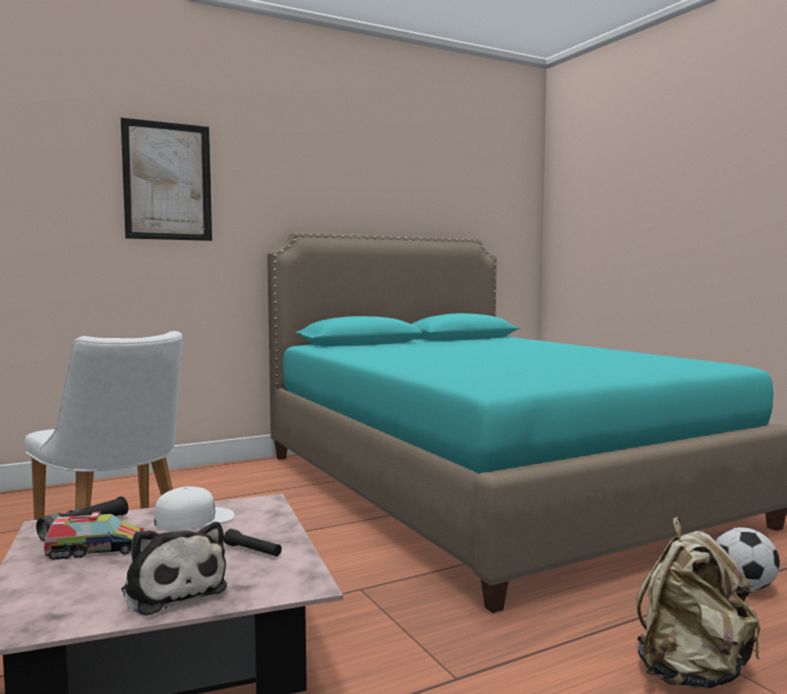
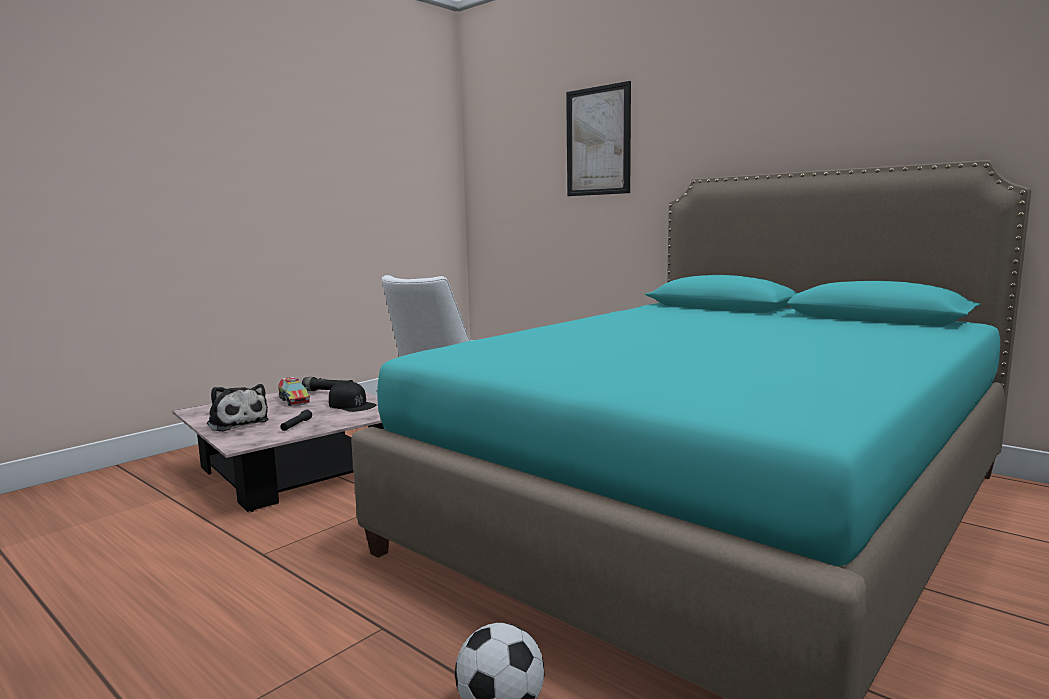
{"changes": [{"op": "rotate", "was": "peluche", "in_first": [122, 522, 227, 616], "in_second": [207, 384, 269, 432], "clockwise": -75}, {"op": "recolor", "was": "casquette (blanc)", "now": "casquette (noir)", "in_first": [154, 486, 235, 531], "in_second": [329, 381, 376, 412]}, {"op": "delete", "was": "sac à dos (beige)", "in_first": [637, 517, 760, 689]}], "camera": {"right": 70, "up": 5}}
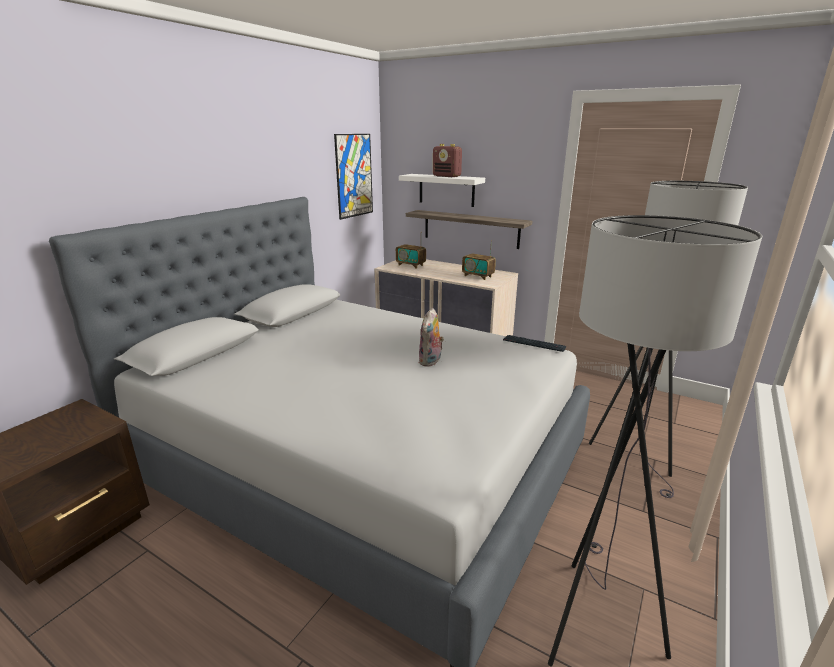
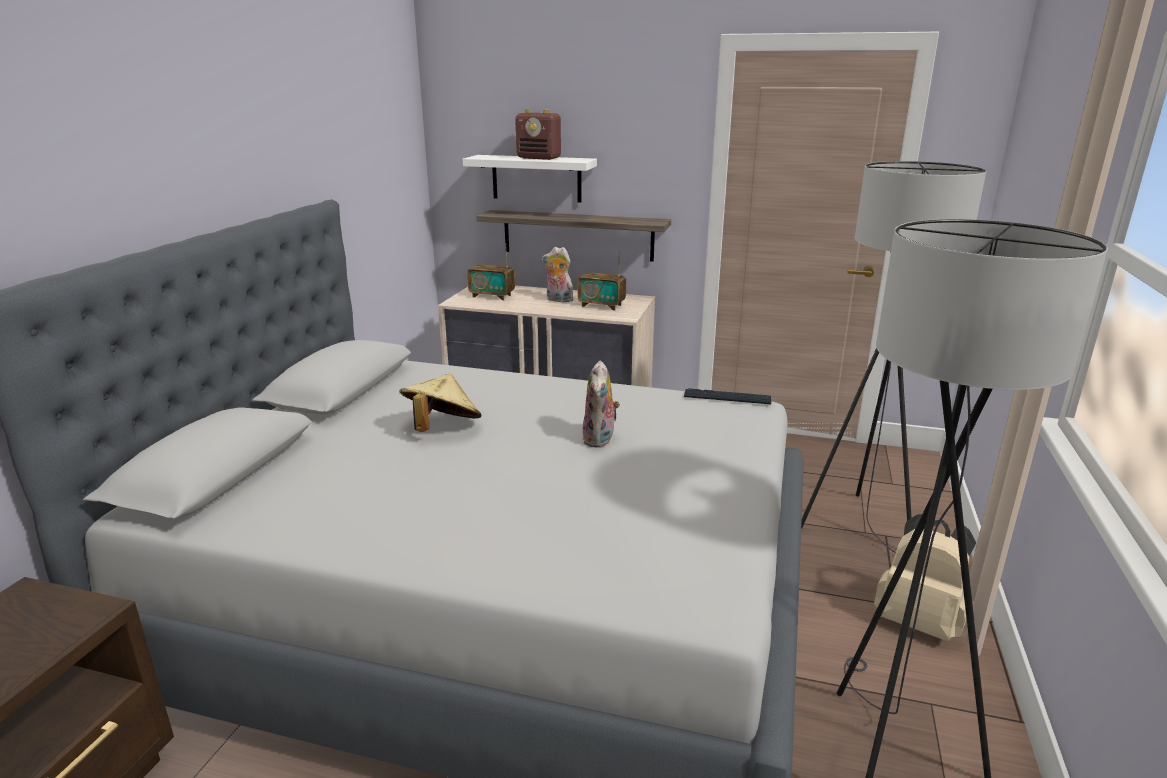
{"changes": [{"op": "delete", "was": "tableau", "in_first": [334, 134, 373, 220]}, {"op": "insert", "now": "chapeau (beige)", "in_second": [399, 374, 481, 432]}, {"op": "insert", "now": "peluche", "in_second": [542, 247, 575, 302]}, {"op": "insert", "now": "sac à dos (beige)", "in_second": [874, 514, 976, 641]}], "camera": {"right": -15, "up": 0}}
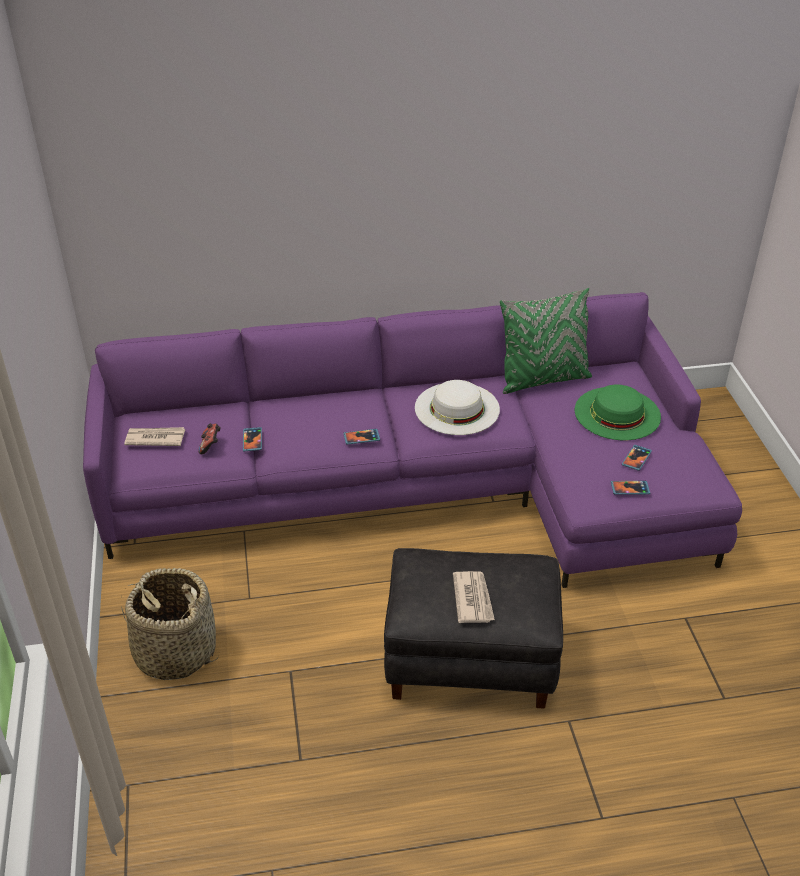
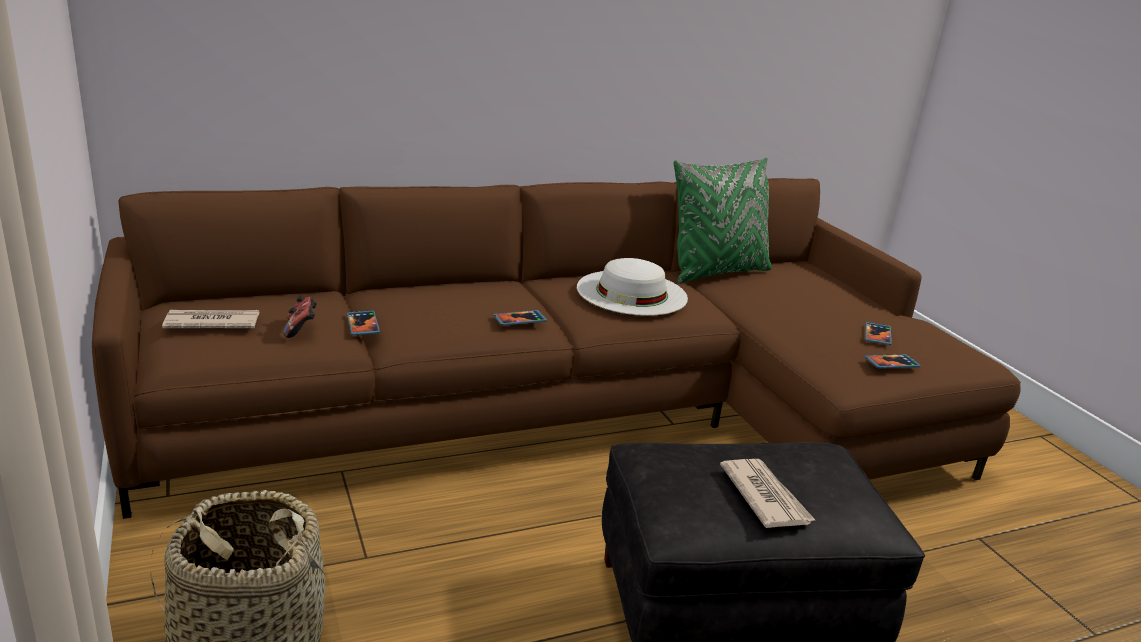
{"changes": [{"op": "recolor", "was": "canapé (violet)", "now": "canapé (marron)", "in_first": [83, 292, 742, 588], "in_second": [92, 178, 1021, 519]}, {"op": "delete", "was": "chapeau (vert)", "in_first": [575, 385, 661, 440]}], "camera": {"right": -15, "up": -15}}
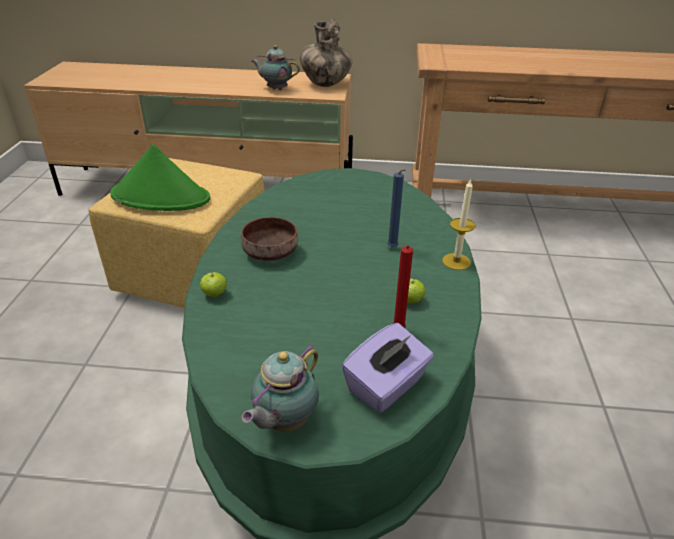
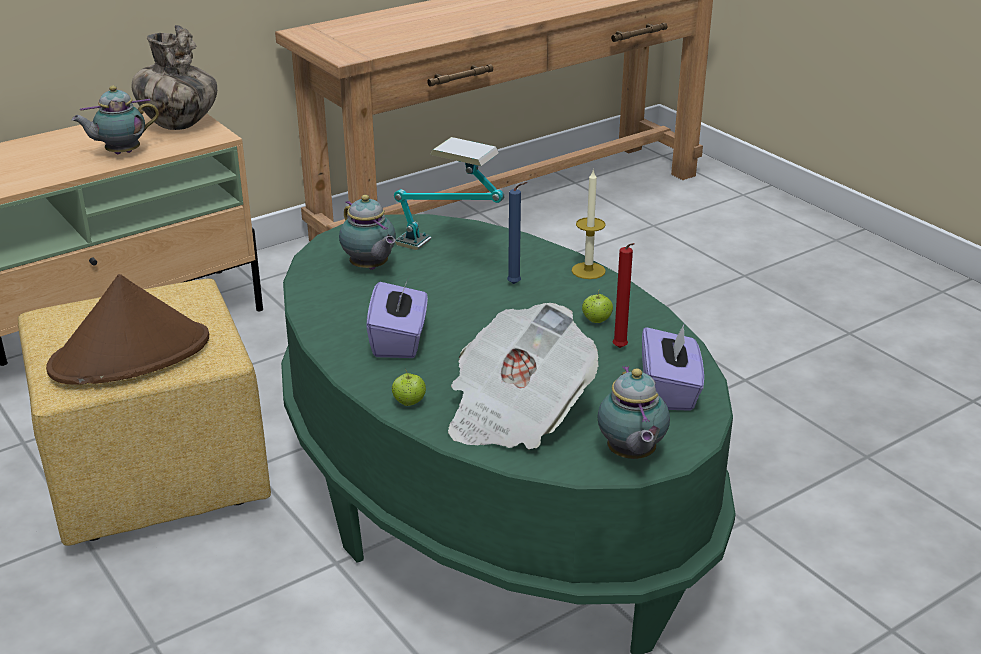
{"changes": [{"op": "recolor", "was": "chapeau (vert)", "now": "chapeau (marron)", "in_first": [110, 144, 210, 211], "in_second": [46, 274, 209, 384]}, {"op": "replace", "was": "bol (marron)", "now": "boîte à mouchoirs (violet)", "in_first": [241, 217, 298, 261], "in_second": [366, 277, 428, 358]}, {"op": "insert", "now": "théière", "in_second": [339, 195, 396, 270]}, {"op": "insert", "now": "lampe de table", "in_second": [394, 137, 504, 250]}, {"op": "insert", "now": "journal", "in_second": [448, 303, 599, 449]}], "camera": {"right": -40, "up": -5}}
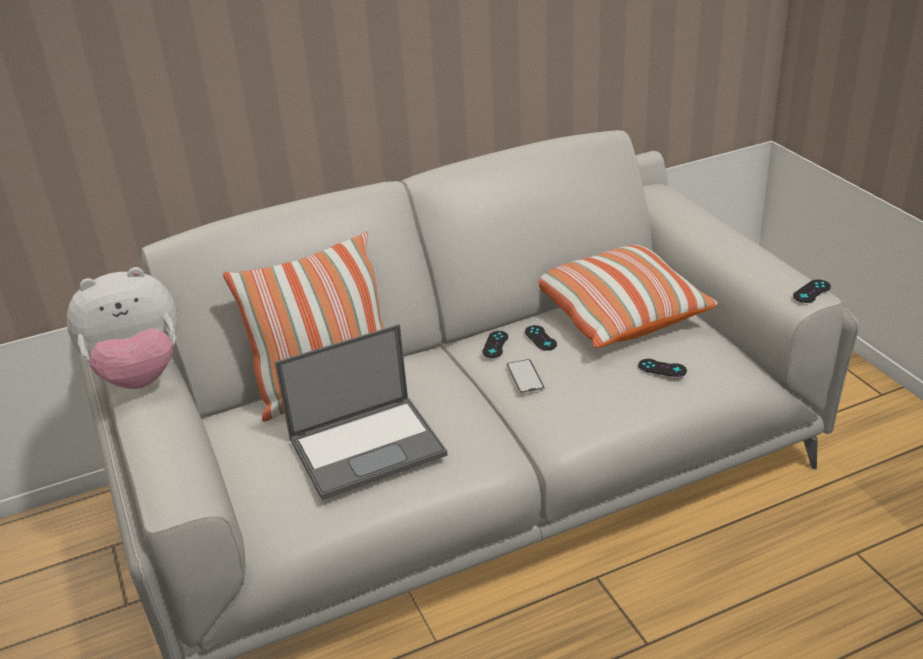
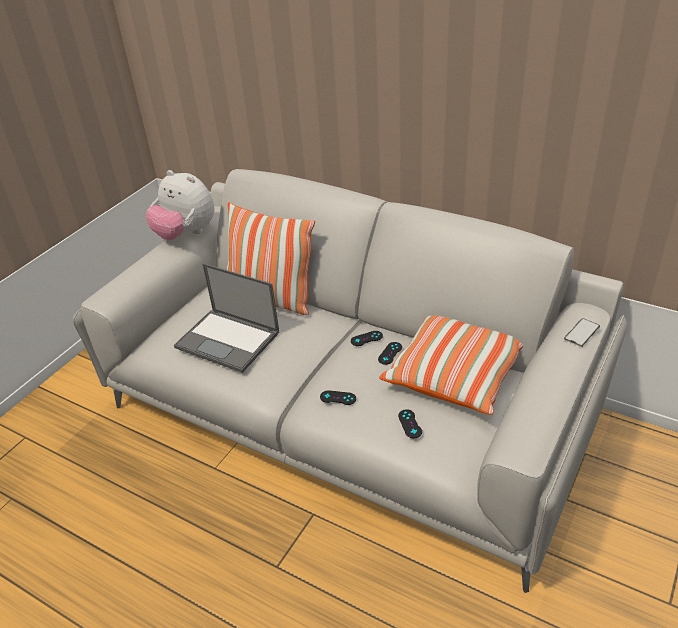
{"changes": [{"op": "move", "was": "téléphone", "in_first": [507, 359, 544, 393], "in_second": [564, 318, 600, 347]}, {"op": "move", "was": "manette (noir)", "in_first": [793, 280, 831, 303], "in_second": [320, 390, 356, 405]}], "camera": {"right": 55, "up": 5}}
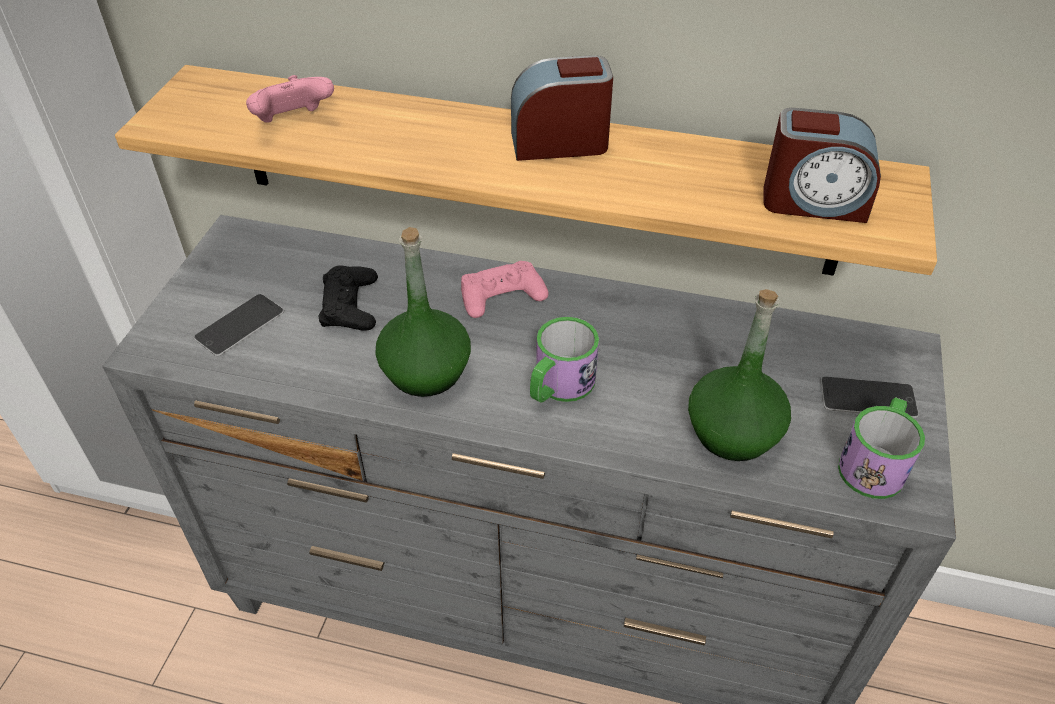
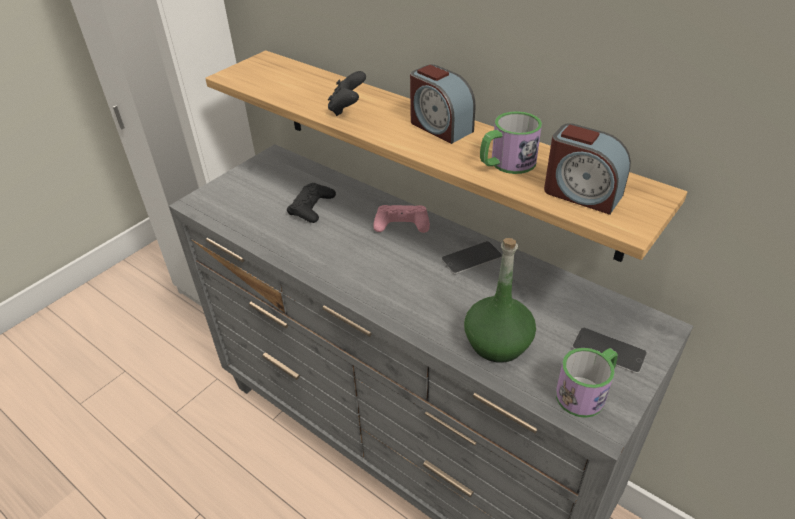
{"changes": [{"op": "move", "was": "téléphone", "in_first": [194, 294, 284, 356], "in_second": [441, 241, 502, 274]}, {"op": "delete", "was": "manette (rose)", "in_first": [246, 75, 334, 123]}, {"op": "delete", "was": "bouteille (vert)", "in_first": [375, 227, 471, 397]}, {"op": "rotate", "was": "réveil", "in_first": [511, 55, 613, 161], "in_second": [410, 65, 476, 144], "clockwise": -150}, {"op": "move", "was": "mug", "in_first": [530, 317, 599, 403], "in_second": [480, 111, 542, 174]}, {"op": "insert", "now": "manette (noir)", "in_second": [328, 71, 366, 116]}], "camera": {"right": 25, "up": -5}}
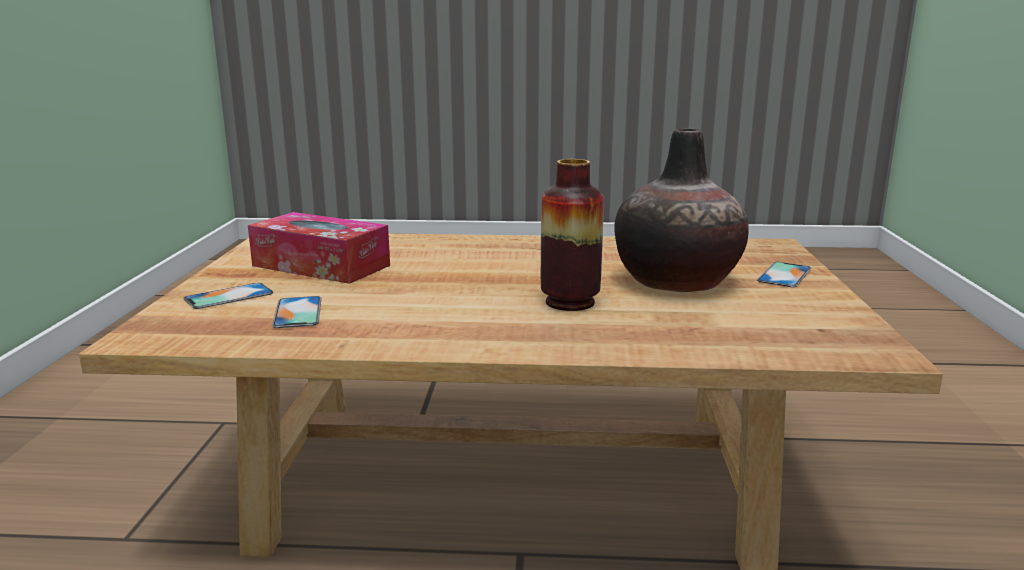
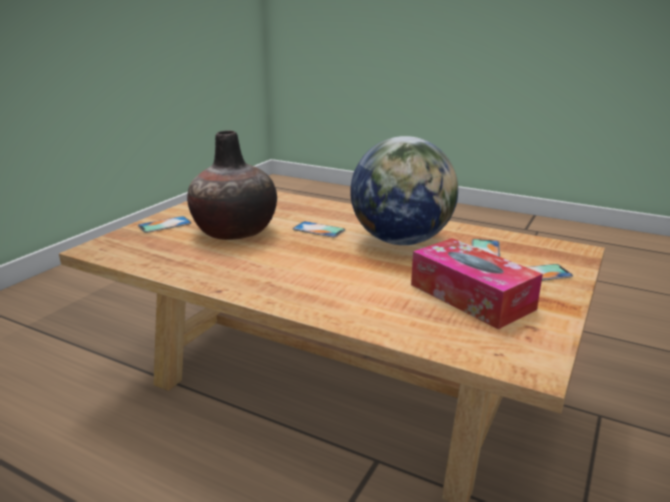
{"changes": [{"op": "replace", "was": "vase", "now": "téléphone", "in_first": [541, 159, 604, 311], "in_second": [292, 221, 345, 238]}, {"op": "insert", "now": "globe", "in_second": [350, 136, 458, 245]}], "camera": {"right": -155, "up": 5}}
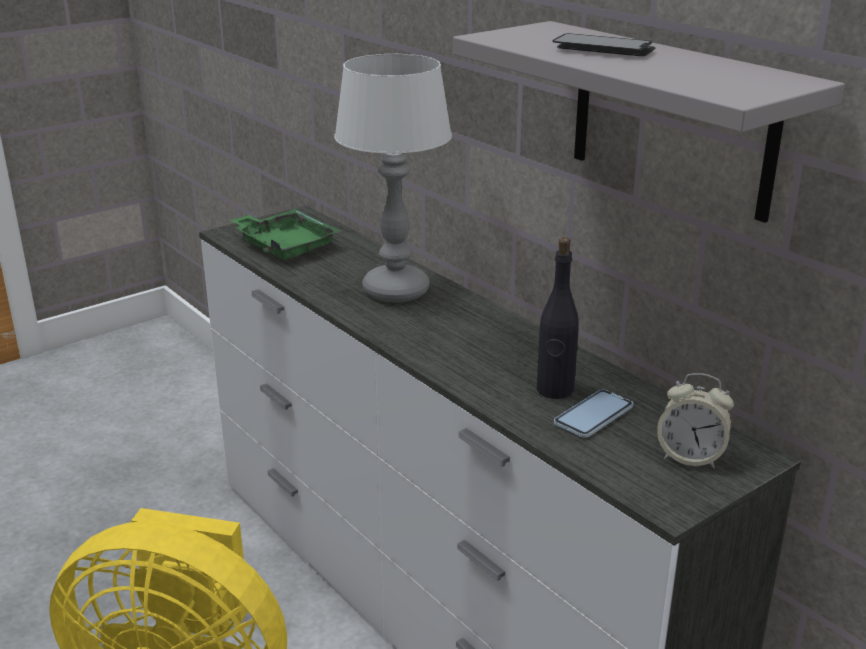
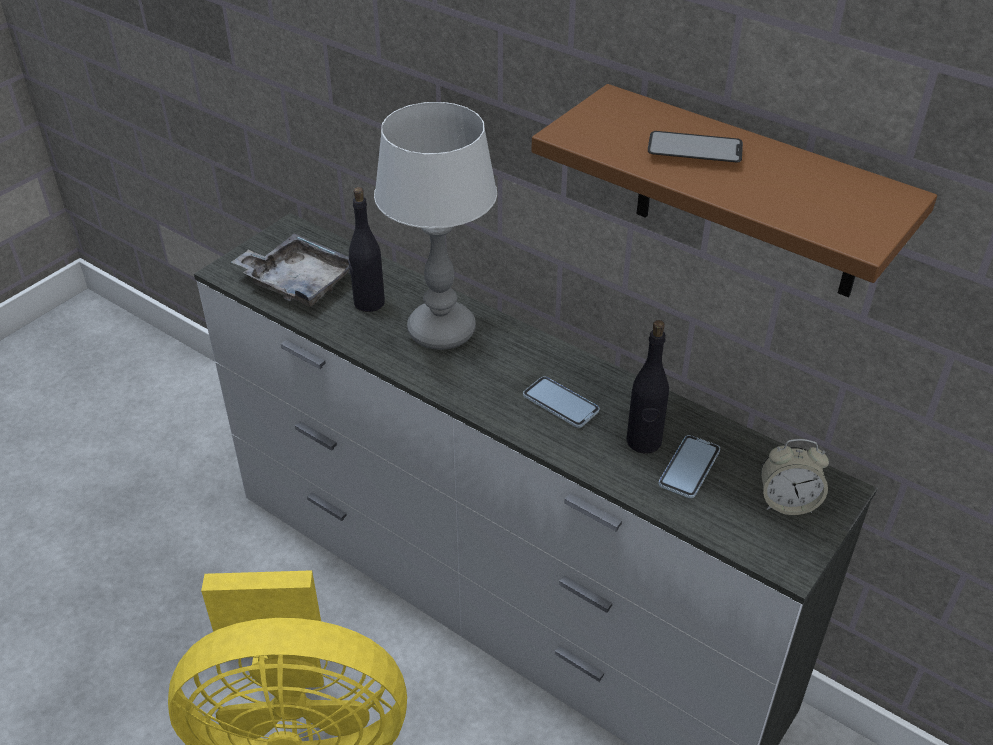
{"changes": [{"op": "recolor", "was": "plateau (vert)", "now": "plateau (gris)", "in_first": [230, 209, 340, 260], "in_second": [231, 233, 349, 307]}, {"op": "recolor", "was": "étagère (gris)", "now": "étagère (marron)", "in_first": [453, 21, 845, 223], "in_second": [531, 84, 937, 297]}, {"op": "insert", "now": "bouteille (noir)", "in_second": [348, 187, 385, 312]}, {"op": "insert", "now": "téléphone", "in_second": [523, 376, 599, 428]}], "camera": {"right": -15, "up": 15}}
